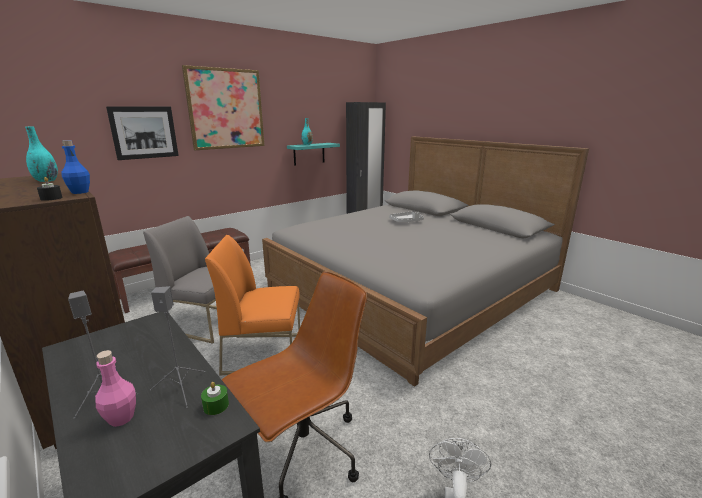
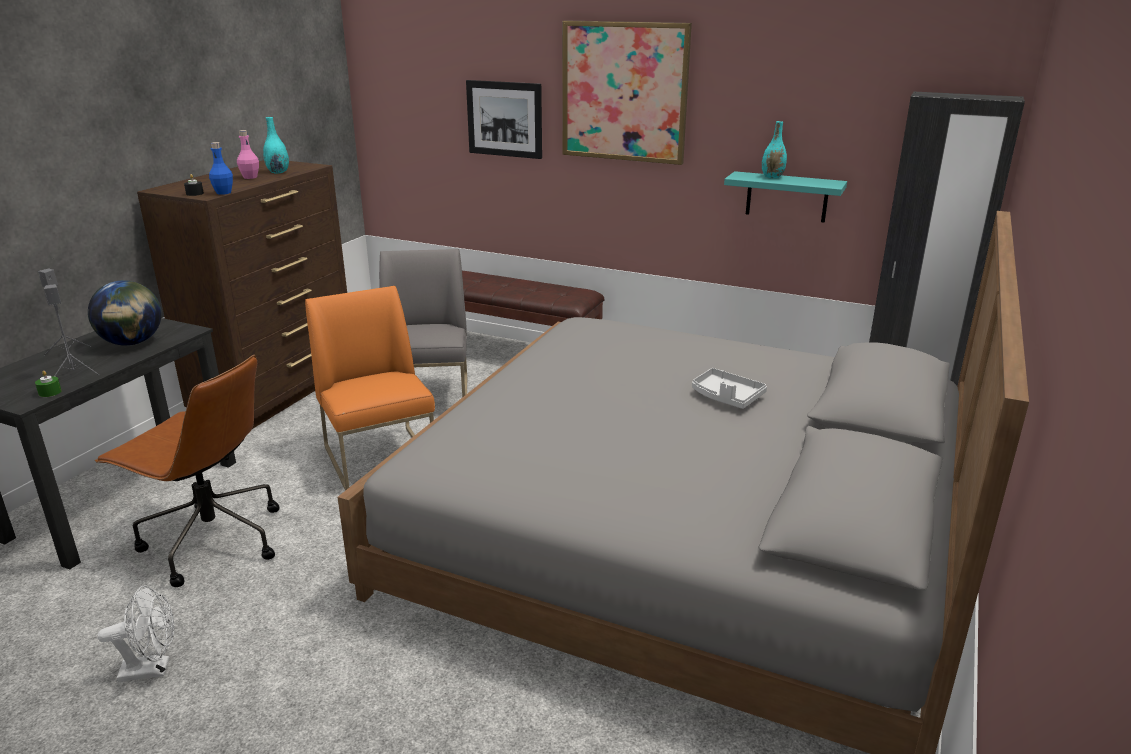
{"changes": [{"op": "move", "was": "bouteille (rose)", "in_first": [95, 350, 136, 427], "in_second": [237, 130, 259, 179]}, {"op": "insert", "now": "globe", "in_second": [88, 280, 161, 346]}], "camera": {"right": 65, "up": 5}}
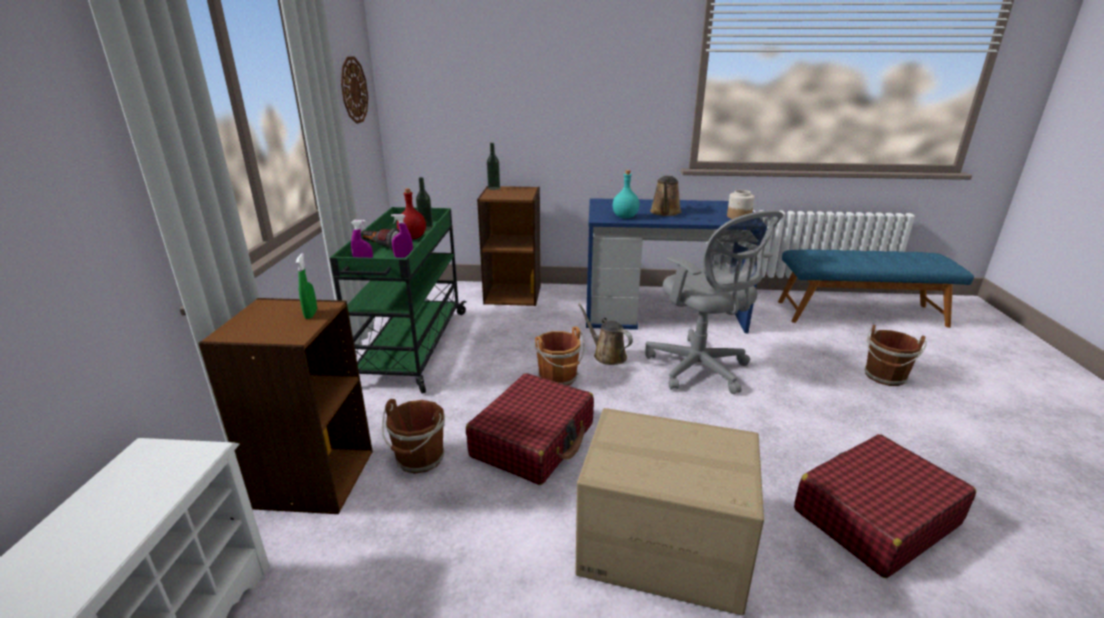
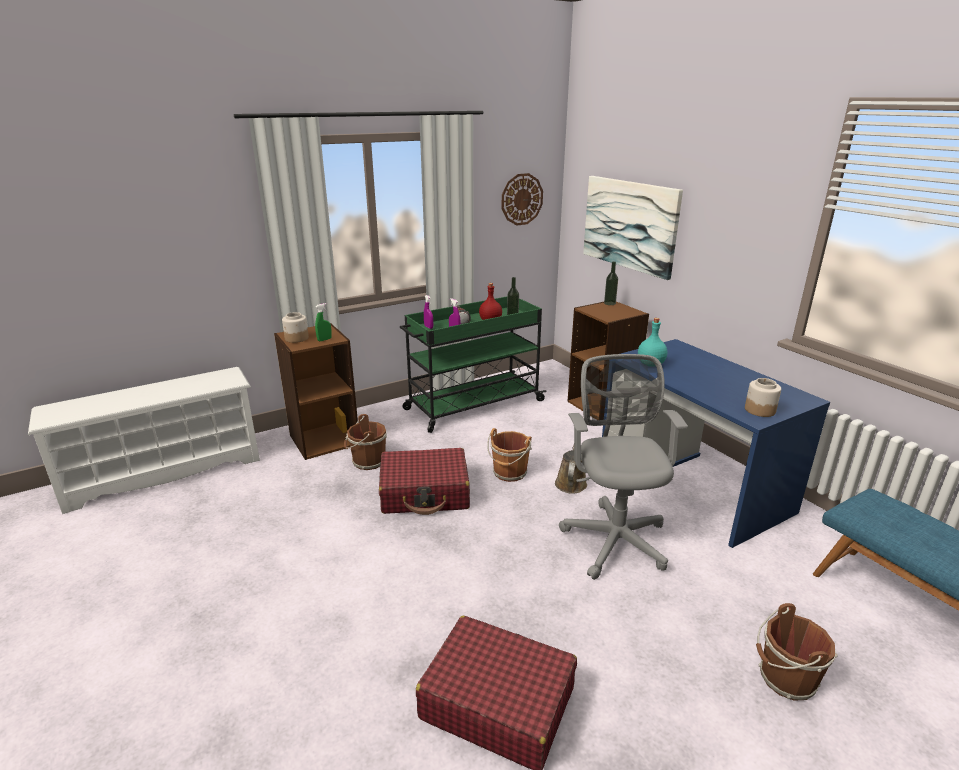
{"changes": [{"op": "delete", "was": "carton", "in_first": [575, 408, 764, 616]}, {"op": "rotate", "was": "chaise de bureau (gris)", "in_first": [645, 210, 783, 394], "in_second": [559, 354, 688, 580], "clockwise": 150}, {"op": "delete", "was": "arrosoir (marron)", "in_first": [650, 175, 682, 216]}, {"op": "insert", "now": "bocal", "in_second": [282, 312, 309, 343]}, {"op": "insert", "now": "tableau", "in_second": [583, 176, 683, 280]}], "camera": {"right": 55, "up": 0}}
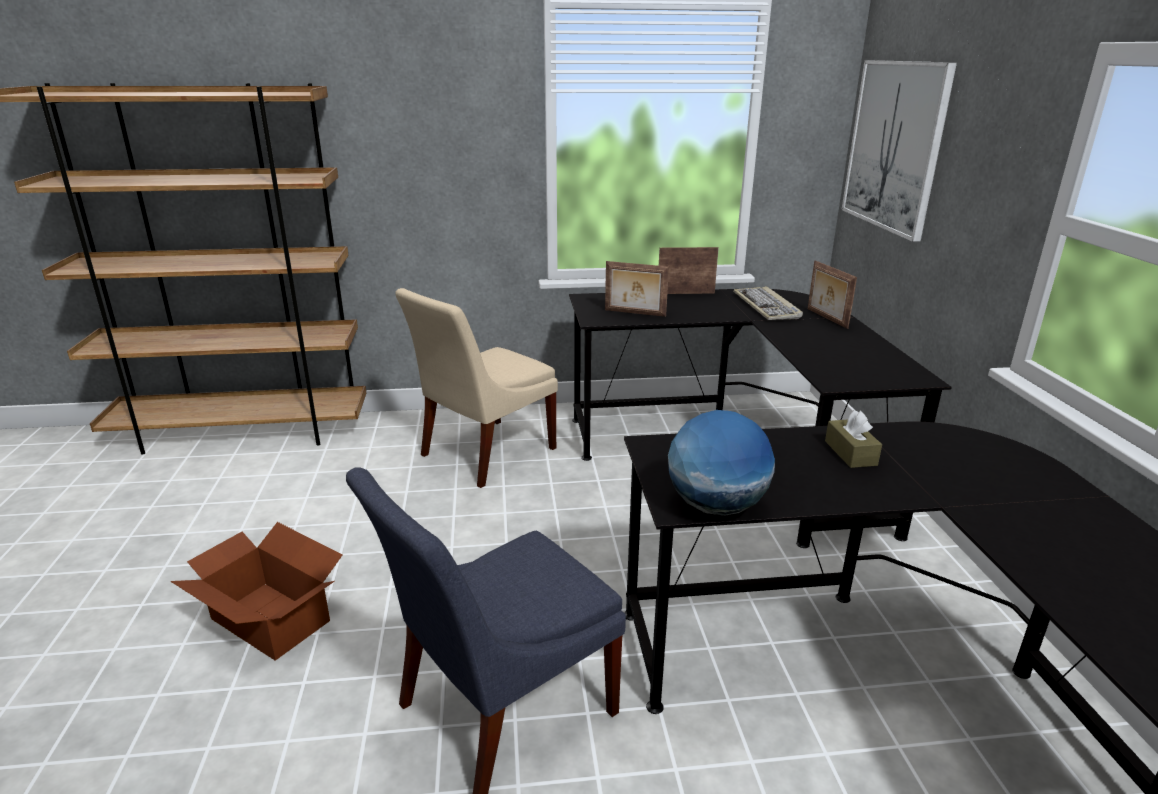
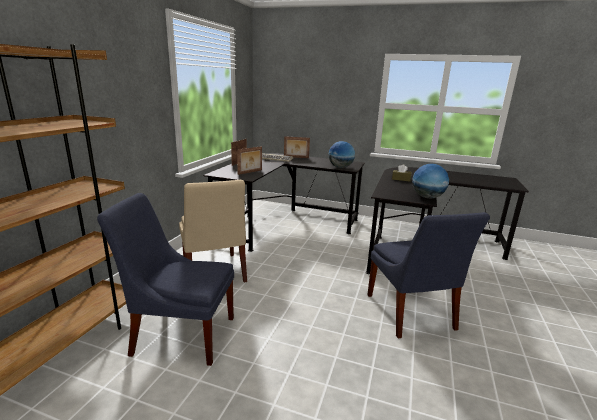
{"changes": [{"op": "delete", "was": "carton", "in_first": [171, 522, 342, 660]}, {"op": "delete", "was": "tableau", "in_first": [841, 60, 957, 242]}, {"op": "insert", "now": "chaise (bleu)", "in_second": [97, 193, 234, 366]}, {"op": "insert", "now": "globe", "in_second": [329, 141, 355, 168]}], "camera": {"right": -65, "up": -5}}
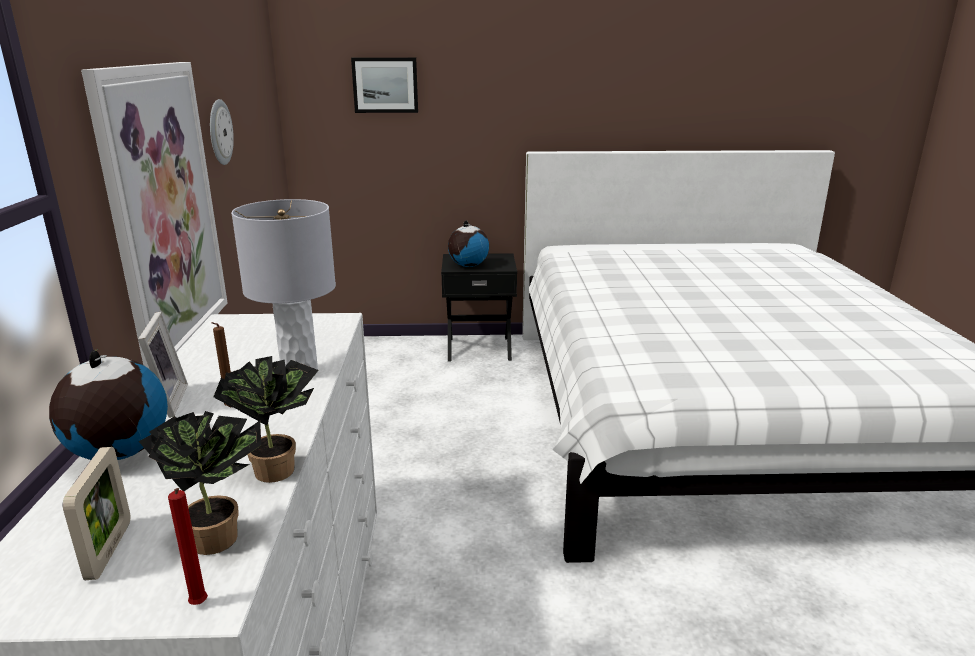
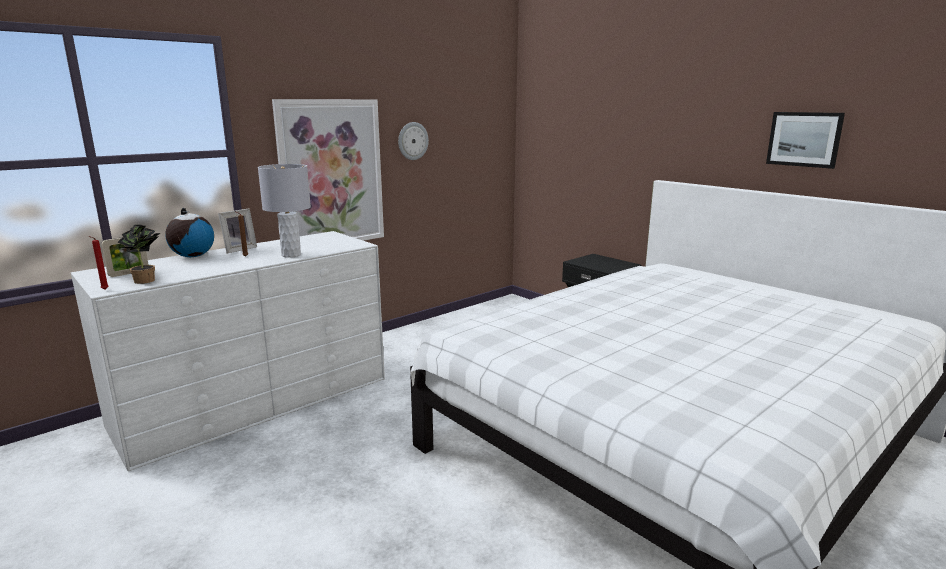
{"changes": [{"op": "delete", "was": "plante en pot", "in_first": [213, 356, 318, 483]}, {"op": "move", "was": "tableau", "in_first": [351, 58, 418, 113], "in_second": [766, 112, 845, 169]}, {"op": "delete", "was": "globe", "in_first": [448, 221, 489, 267]}], "camera": {"right": 50, "up": -5}}
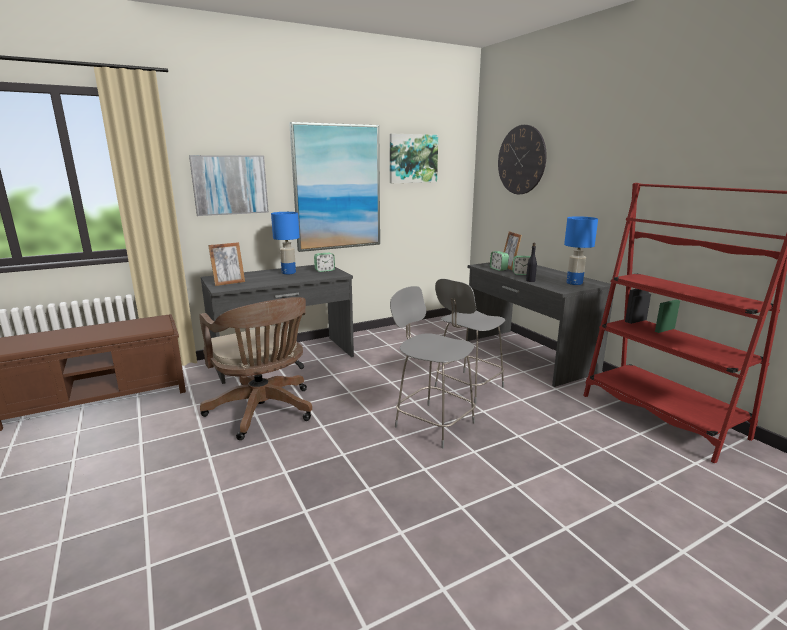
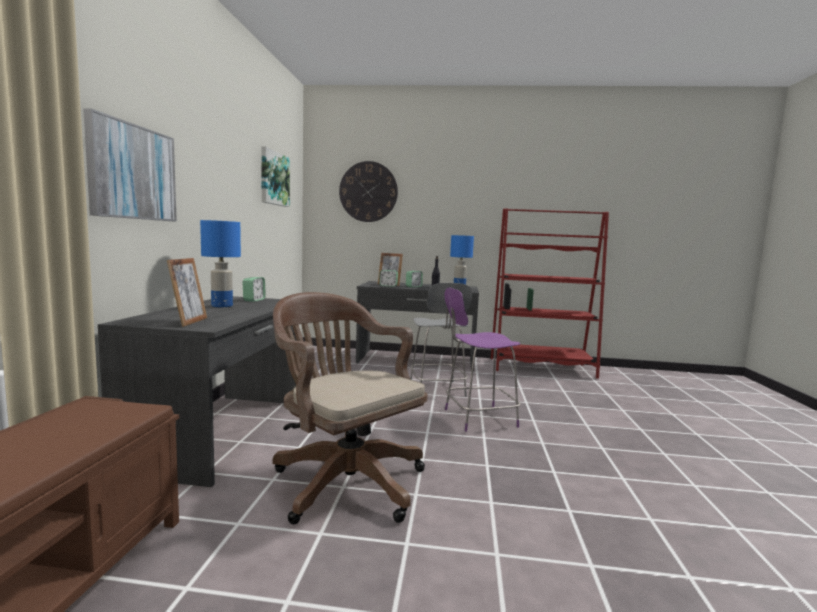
{"changes": [{"op": "rotate", "was": "chaise de bureau (marron)", "in_first": [199, 297, 312, 440], "in_second": [273, 292, 428, 524], "clockwise": -135}, {"op": "delete", "was": "tableau", "in_first": [289, 122, 380, 252]}, {"op": "recolor", "was": "chaise (gris)", "now": "chaise (violet)", "in_first": [390, 286, 476, 448], "in_second": [444, 287, 520, 432]}], "camera": {"right": -55, "up": -10}}
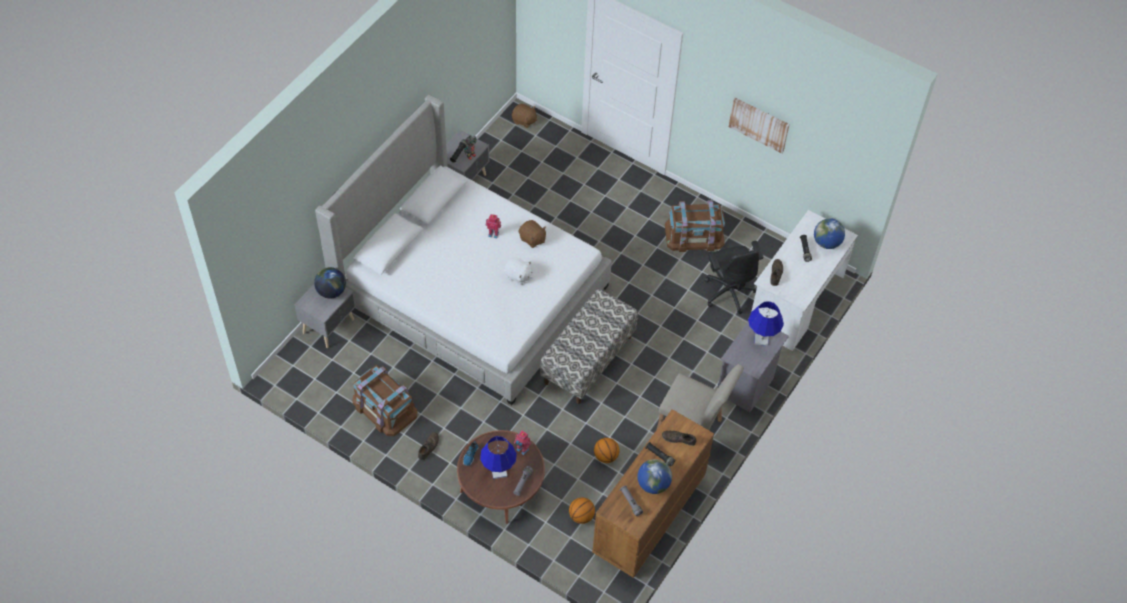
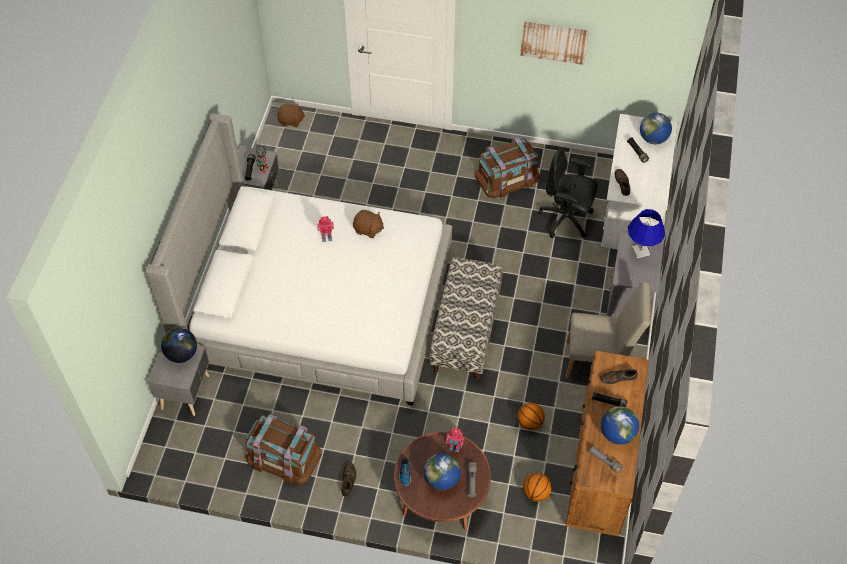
{"changes": [{"op": "replace", "was": "lampe de table (bleu)", "now": "globe", "in_first": [480, 436, 517, 479], "in_second": [424, 453, 461, 491]}, {"op": "delete", "was": "peluche (blanc)", "in_first": [504, 257, 532, 285]}, {"op": "rotate", "was": "chaise de bureau (noir)", "in_first": [705, 241, 763, 314], "in_second": [538, 148, 598, 238], "clockwise": 150}], "camera": {"right": -20, "up": 0}}
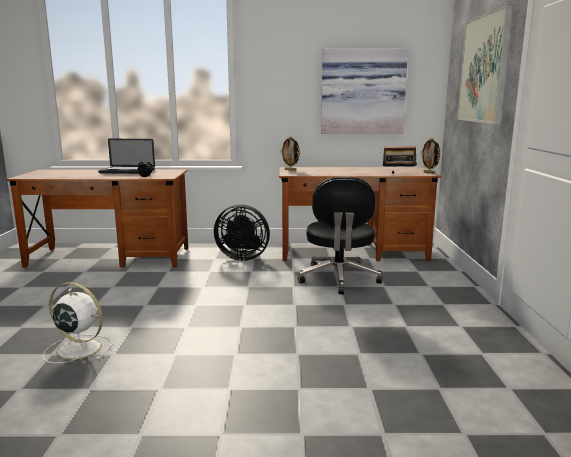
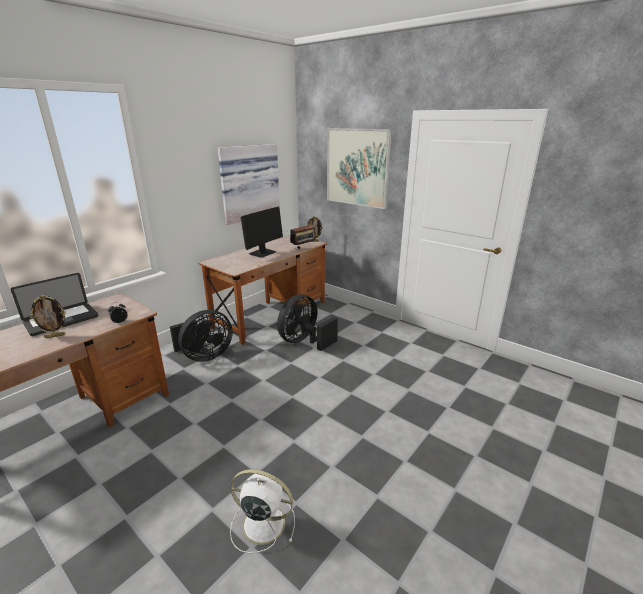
{"changes": [{"op": "rotate", "was": "ventilateur (blanc)", "in_first": [43, 282, 112, 364], "in_second": [230, 469, 295, 553], "clockwise": 45}, {"op": "move", "was": "cadre photo", "in_first": [280, 136, 301, 171], "in_second": [30, 295, 66, 338]}, {"op": "replace", "was": "chaise de bureau (noir)", "now": "ventilateur (noir)", "in_first": [298, 177, 383, 294], "in_second": [277, 294, 338, 351]}, {"op": "insert", "now": "écran d'ordinateur", "in_second": [241, 207, 283, 258]}], "camera": {"right": -50, "up": 10}}
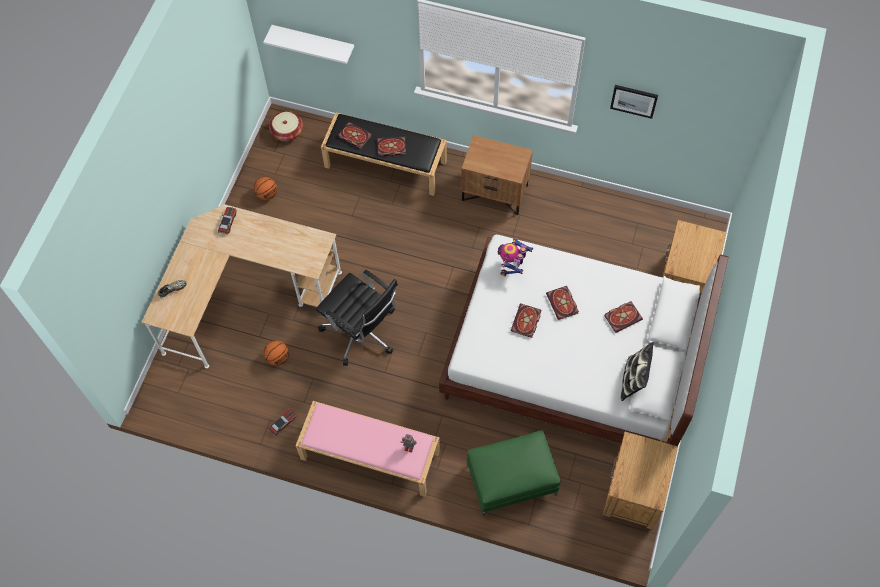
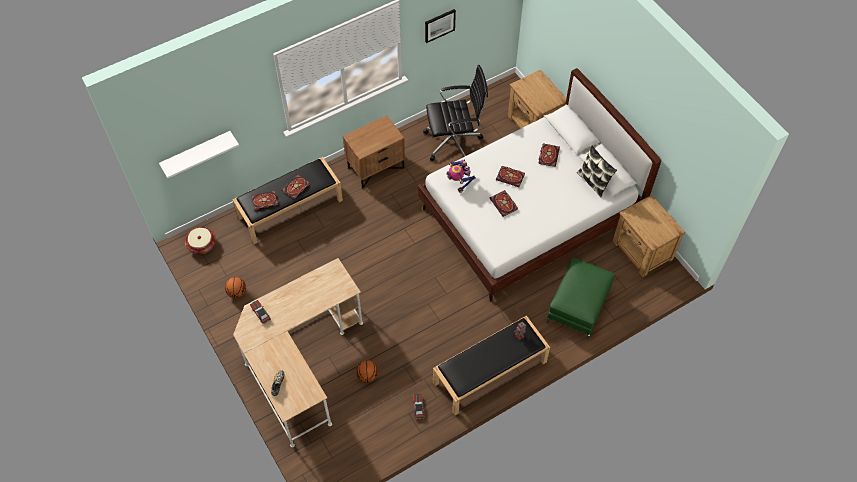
{"changes": [{"op": "recolor", "was": "banc (rose)", "now": "banc (noir)", "in_first": [296, 401, 440, 497], "in_second": [433, 315, 550, 415]}, {"op": "move", "was": "chaise de bureau (noir)", "in_first": [316, 270, 398, 366], "in_second": [423, 65, 488, 161]}], "camera": {"right": -50, "up": -5}}
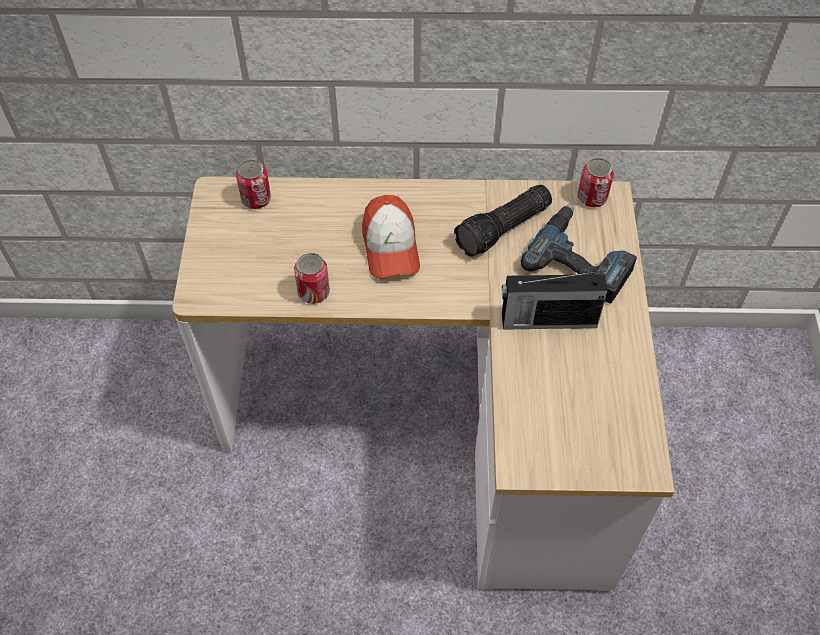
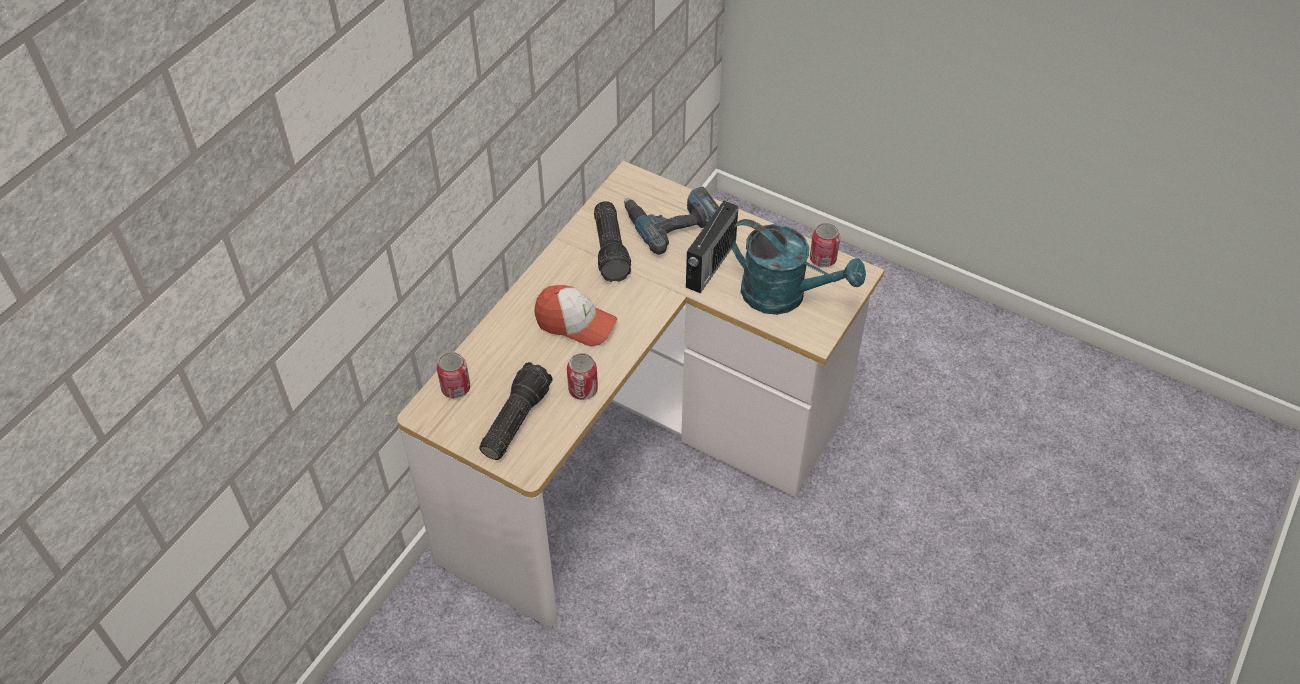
{"changes": [{"op": "move", "was": "boîte métallique", "in_first": [578, 158, 614, 207], "in_second": [810, 223, 840, 267]}, {"op": "insert", "now": "lampe de poche", "in_second": [479, 362, 552, 460]}, {"op": "insert", "now": "arrosoir (turquoise)", "in_second": [729, 219, 866, 315]}], "camera": {"right": -60, "up": -5}}
